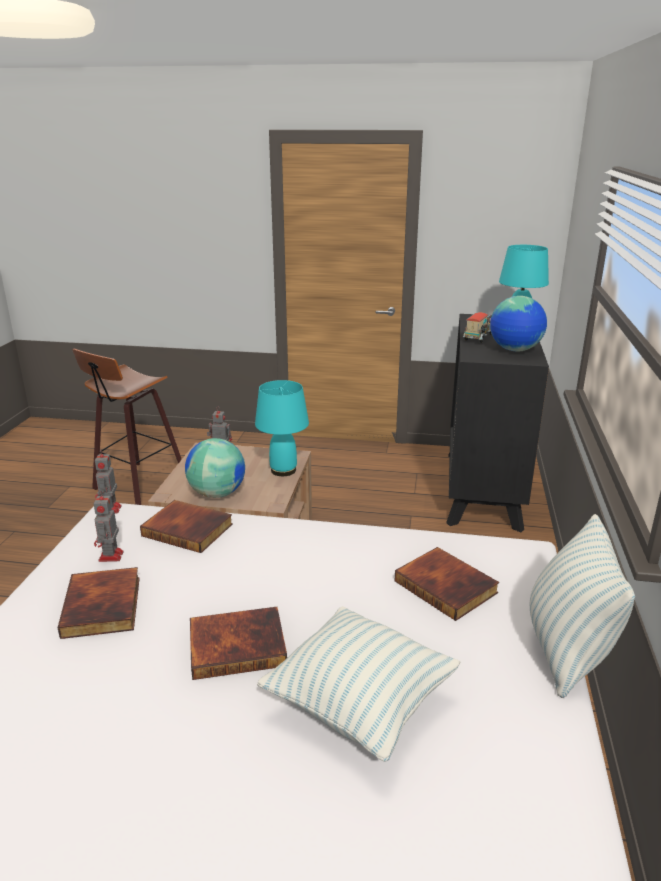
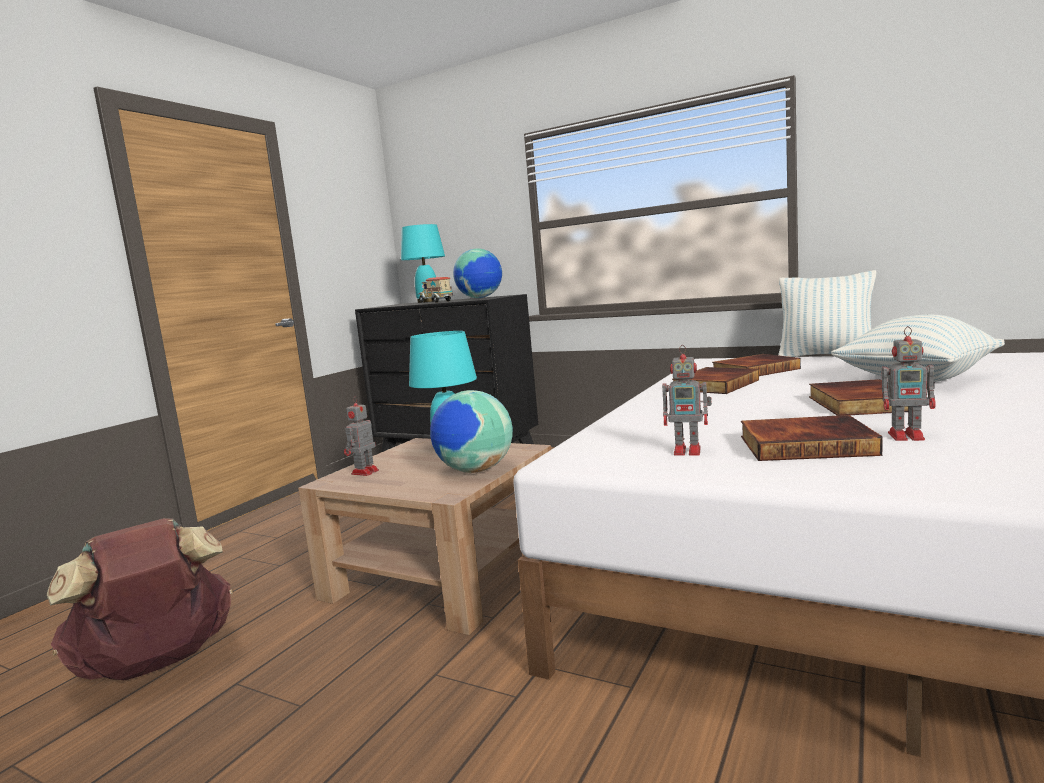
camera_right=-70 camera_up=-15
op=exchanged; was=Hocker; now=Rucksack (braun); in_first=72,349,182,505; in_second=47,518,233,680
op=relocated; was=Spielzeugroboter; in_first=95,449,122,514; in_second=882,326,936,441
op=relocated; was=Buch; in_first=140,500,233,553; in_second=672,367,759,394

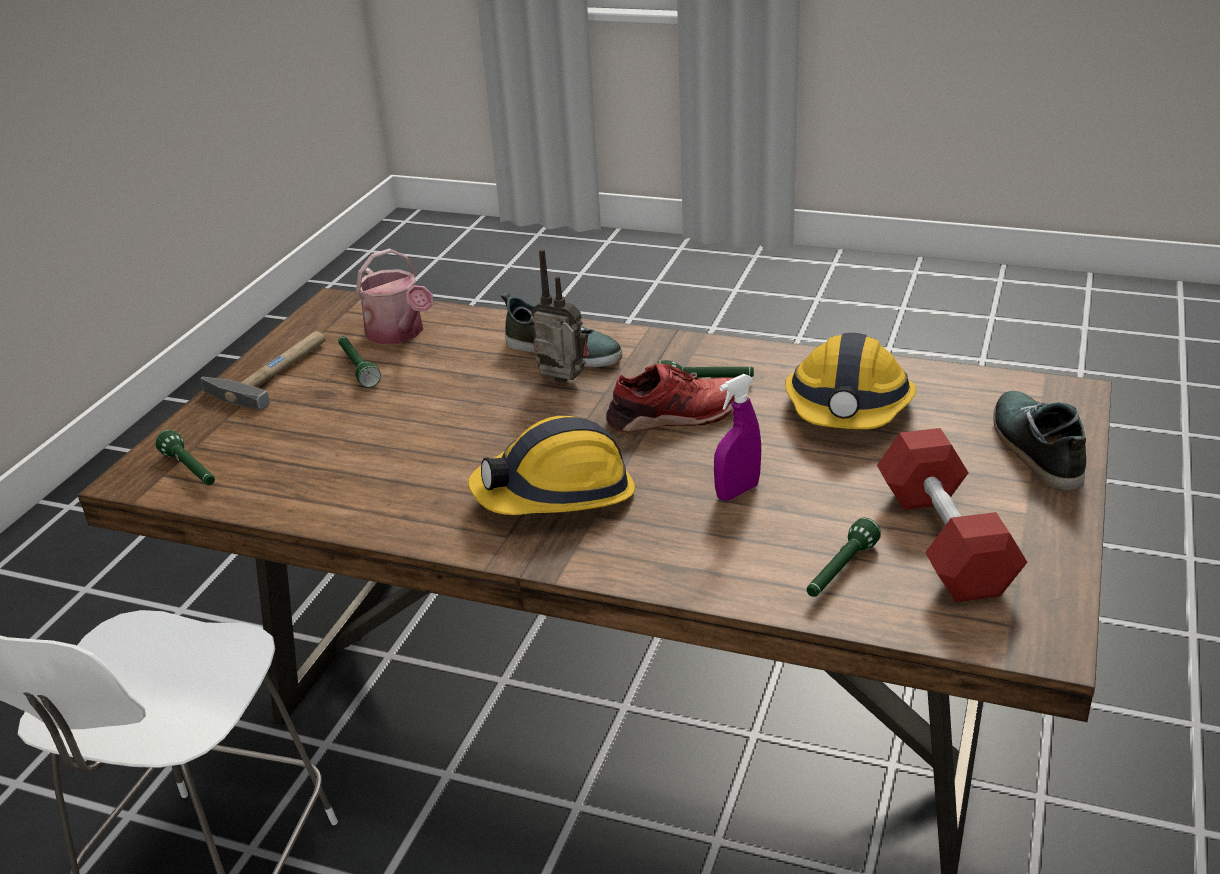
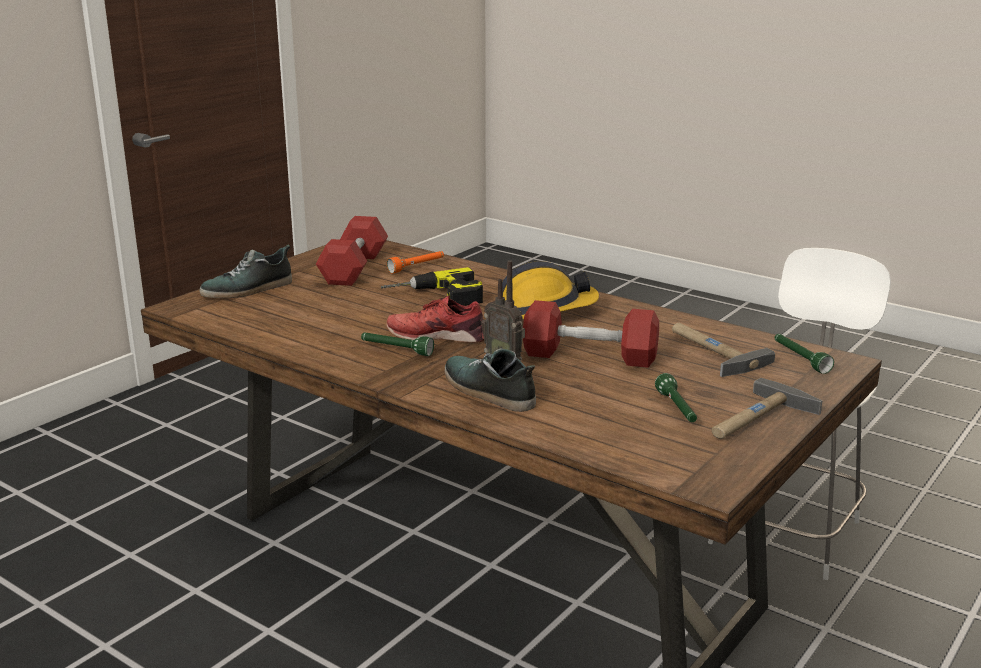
camera_right=-165 camera_up=-10
op=missing; was=Gießkanne; in_first=356,248,433,344
op=missing; was=Schutzhelm; in_first=785,333,916,430
op=exchanged; was=Sprühflasche (lila); now=Bohrmaschine; in_first=714,374,761,501; in_second=381,267,483,306
op=spun; was=Schuh; in_first=993,391,1086,491; in_second=200,245,292,298; clockwise=45
op=colour; was=Taschenlampe (grün); now=Taschenlampe (orange); in_first=807,518,881,597; in_second=387,251,444,273
op=appeared; now=Hantel (rot); in_second=523,300,659,368
op=appeared; now=Hammer; in_second=672,323,775,377

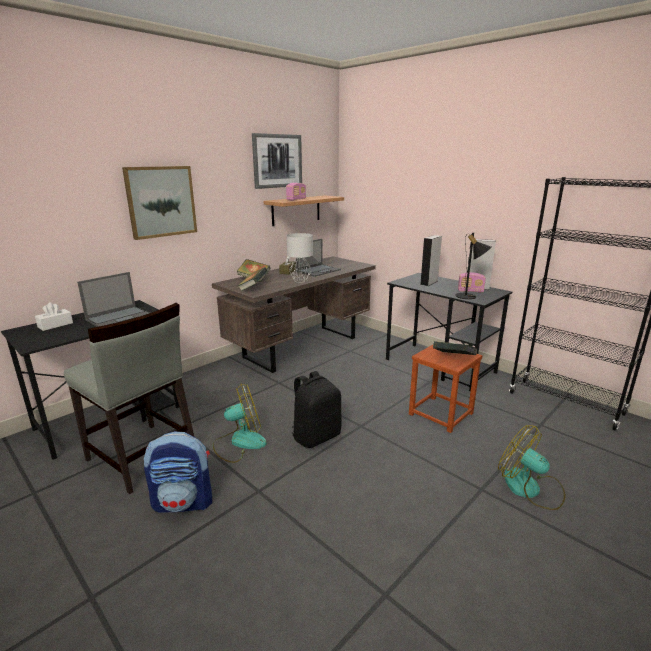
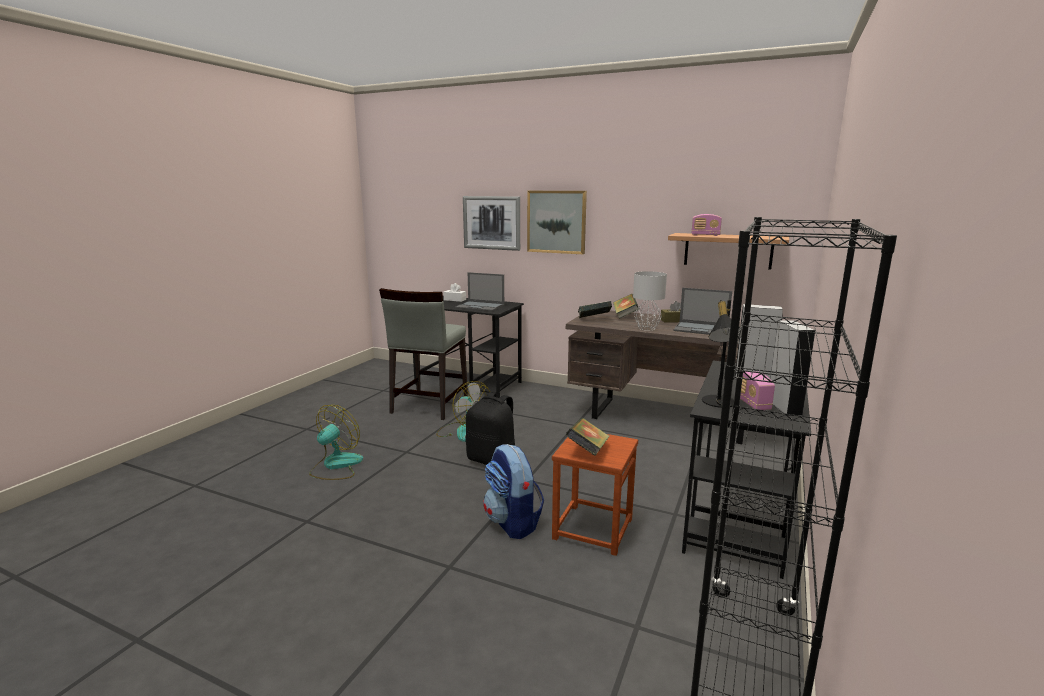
camera_right=70 camera_up=-5
op=relocated; was=Bild; in_first=252,133,302,189; in_second=463,196,520,251
op=relocated; was=Ventilator; in_first=498,425,565,510; in_second=309,405,363,480
op=relocated; was=Rucksack; in_first=144,431,212,512; in_second=484,444,544,539

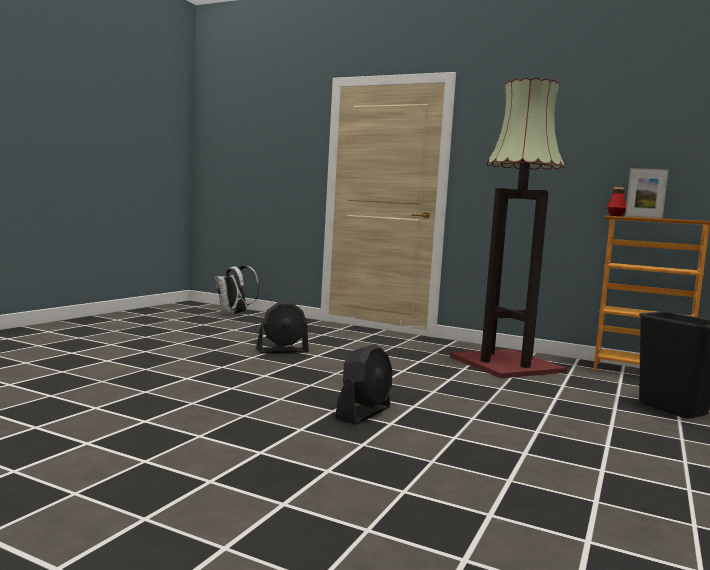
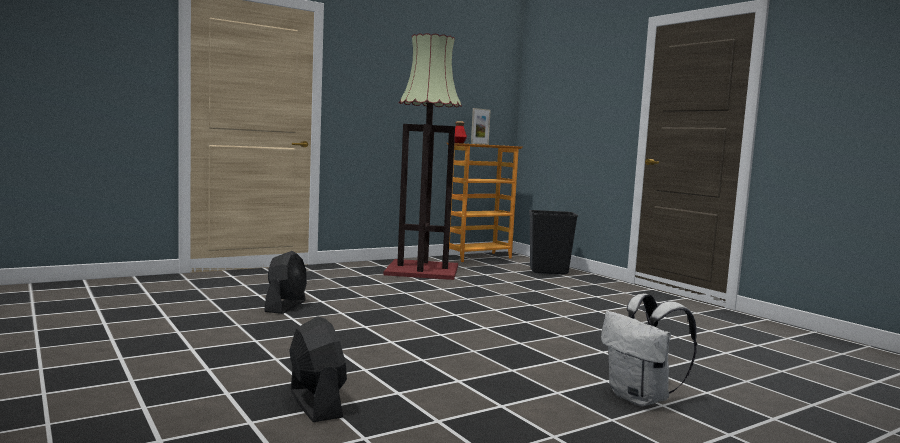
camera_right=-60 camera_up=0
op=relocated; was=Rucksack (weiß); in_first=215,266,259,315; in_second=601,294,697,406
op=relocated; was=Ventilator (schwarz); in_first=335,344,392,425; in_second=289,316,347,422

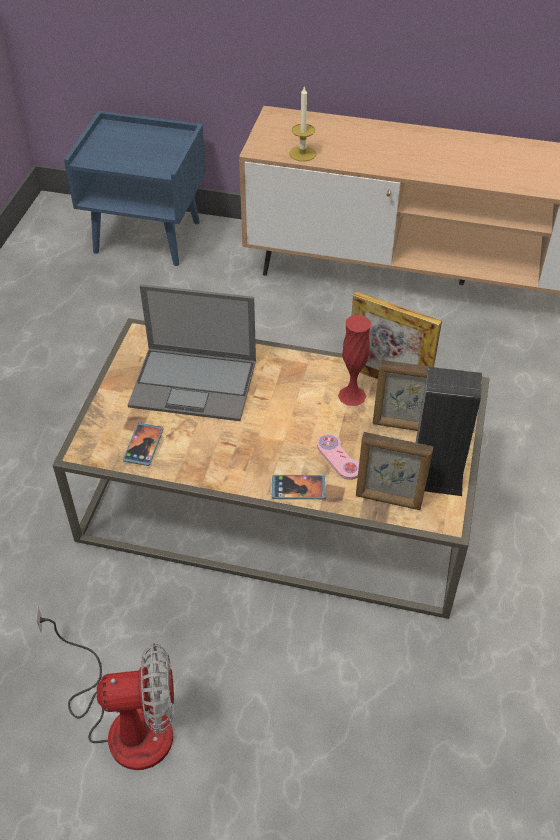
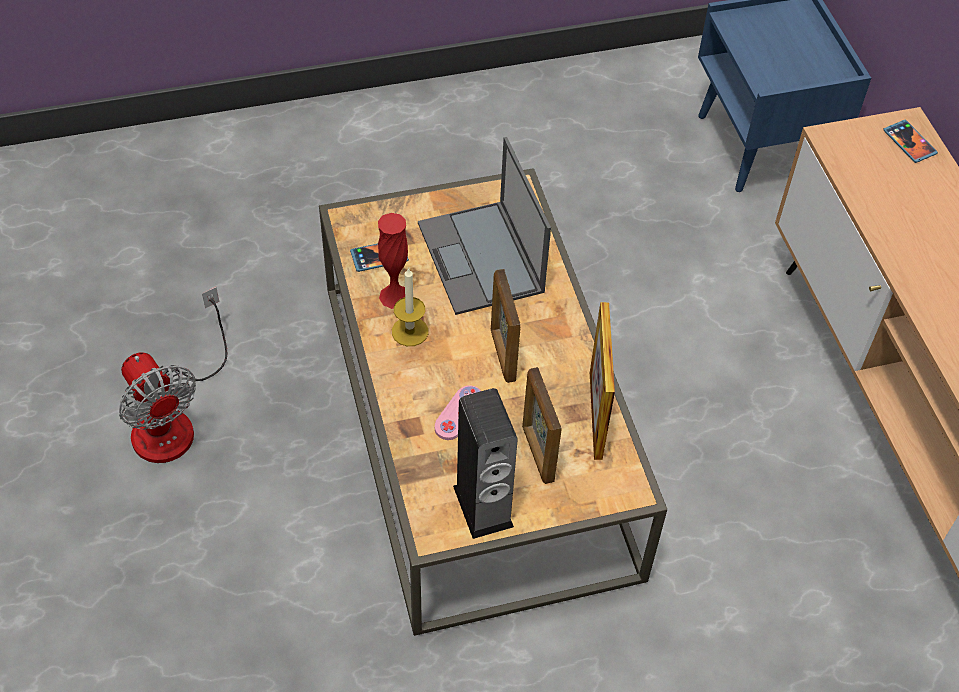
camera_right=60 camera_up=5
op=relocated; was=Kerze; in_first=289,87,316,161; in_second=392,267,428,346
op=relocated; was=Vase (rot); in_first=338,315,371,406; in_second=378,213,408,309
op=relocated; was=Bilderrahmen; in_first=356,432,433,510; in_second=491,269,521,383
op=relocated; was=Handy; in_first=272,475,326,499; in_second=883,120,938,163

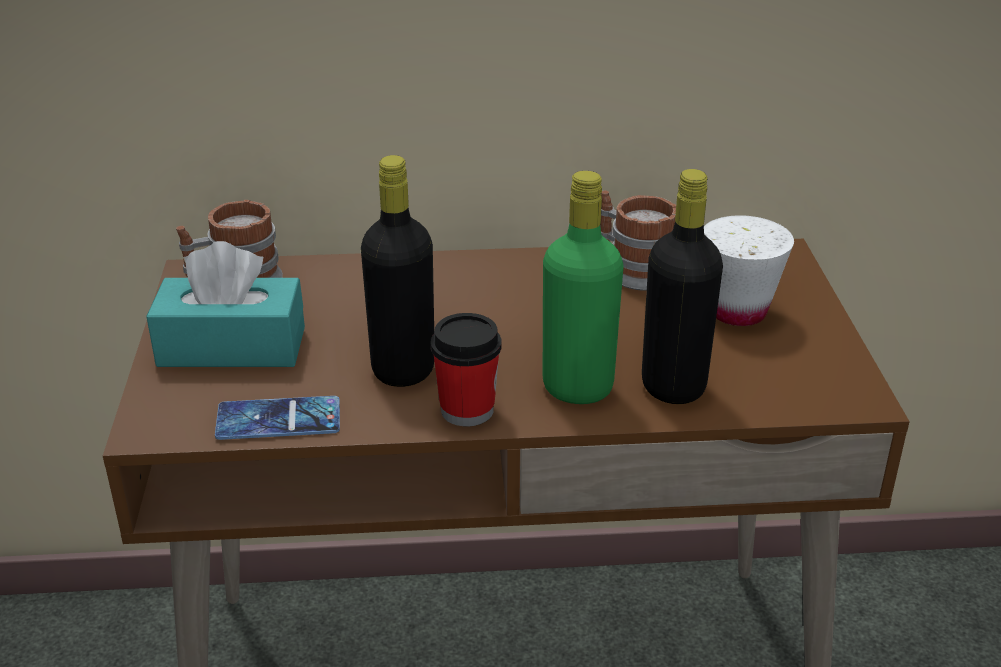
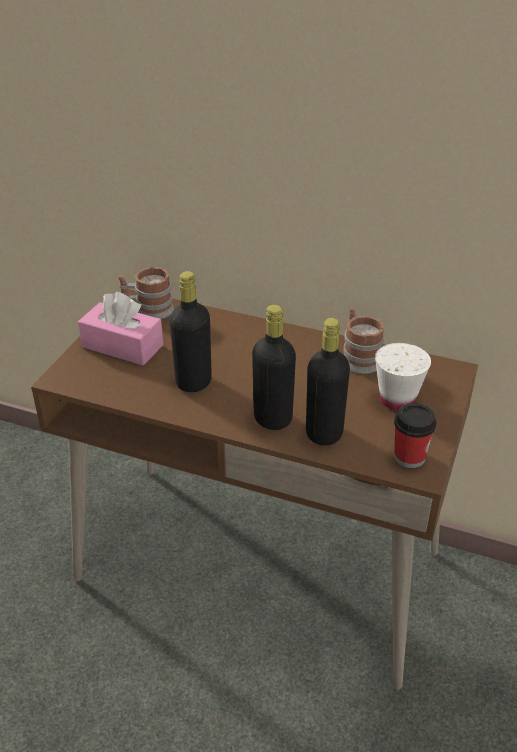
camera_right=25 camera_up=5
op=colour; was=Flasche (grün); now=Flasche (schwarz); in_first=543,171,624,404; in_second=252,305,296,430
op=colour; was=Taschentuchbox (türkis); now=Taschentuchbox (rosa); in_first=146,241,305,367; in_second=78,292,163,366
op=relocated; was=Tasse; in_first=431,313,502,426; in_second=394,403,436,468
op=missing; was=Handy; in_first=215,396,340,440

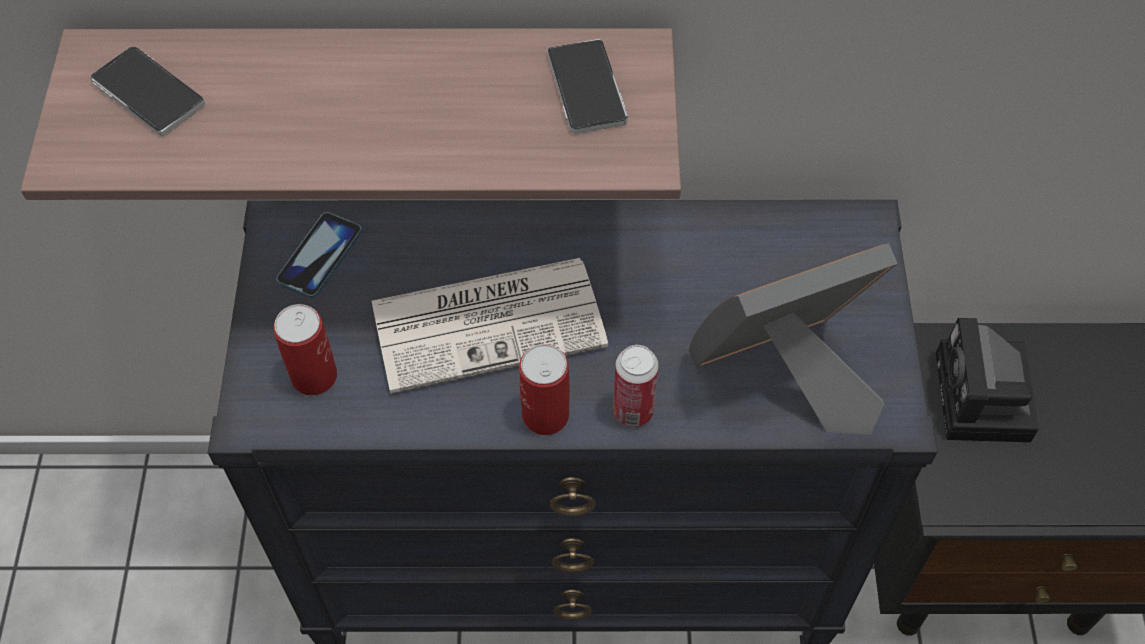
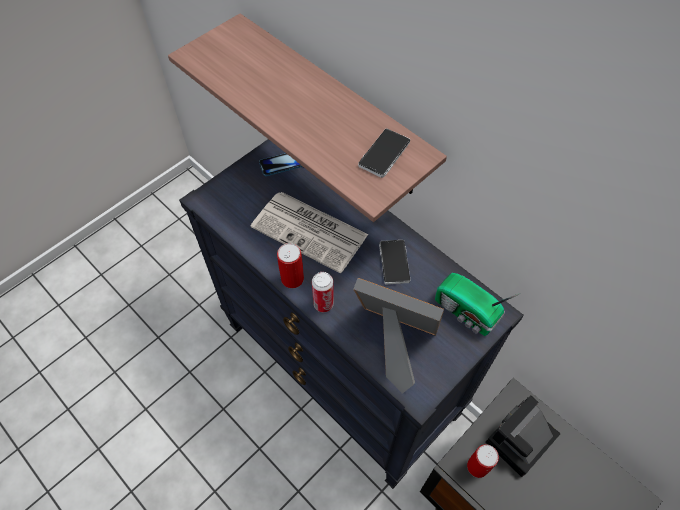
camera_right=45 camera_up=0
op=relocated; was=Handy; in_first=90,46,205,136; in_second=379,240,410,285
op=relocated; was=Dose; in_first=273,304,337,396; in_second=467,444,499,478
op=appeared; now=Radio; in_second=435,273,521,336

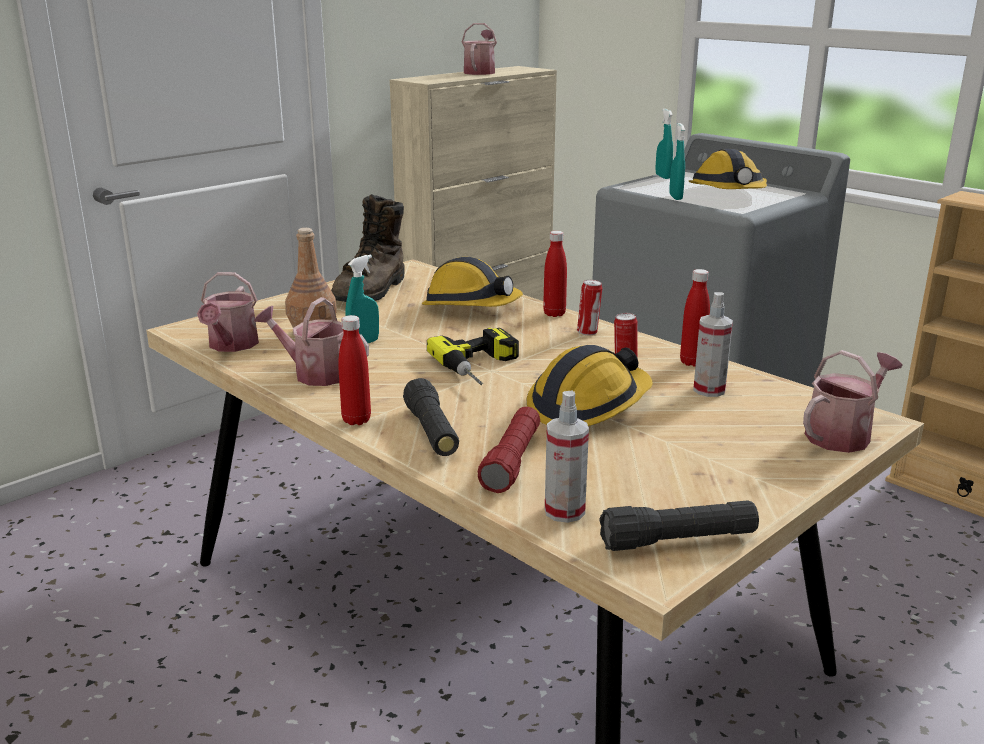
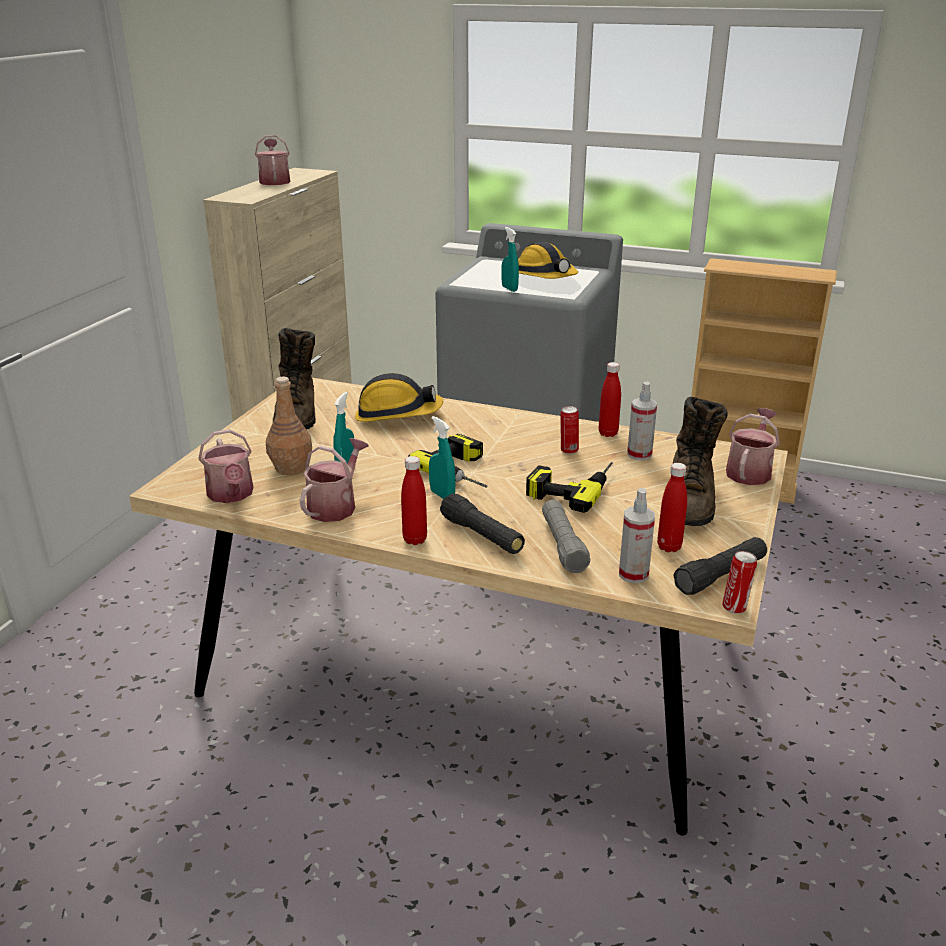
camera_right=-25 camera_up=5
op=relocated; was=Sprühflasche (türkis); in_first=656,109,673,179; in_second=429,416,456,499
op=relocated; was=Flasche (rot); in_first=543,231,567,317; in_second=657,463,687,552
op=relocated; was=Dose; in_first=577,280,602,335; in_second=722,551,757,614
op=spun; was=Gießkanne; in_first=254,297,369,386; in_second=300,438,369,522; clockwise=120
op=exchanged; was=Schutzhelm; now=Bohrmaschine; in_first=526,345,653,426; in_second=526,462,613,513
op=colour; was=Taschenlampe (rot); now=Taschenlampe (grau); in_first=478,407,540,493; in_second=542,500,590,573
op=appeared; now=Stiefel (braun); in_second=673,397,727,526

